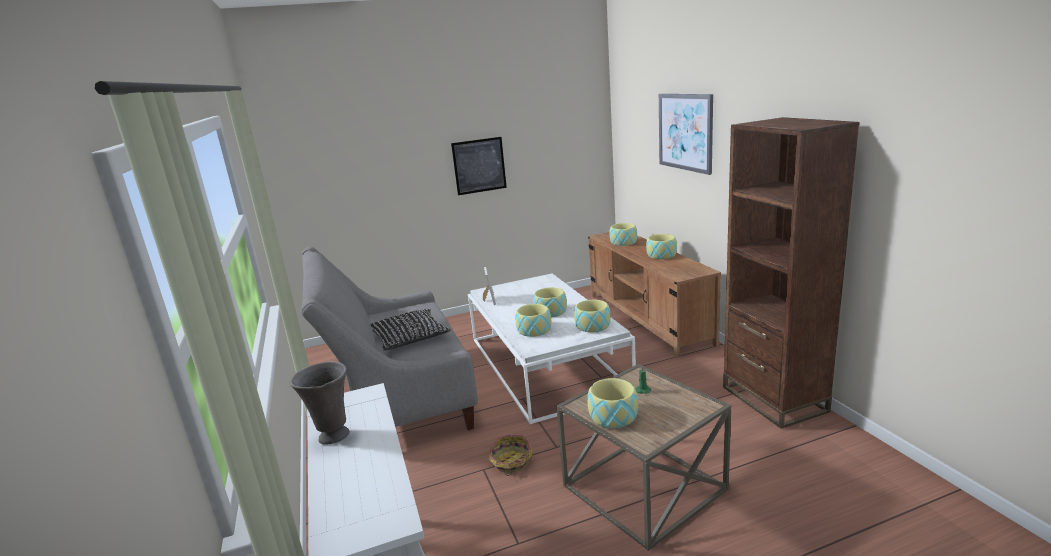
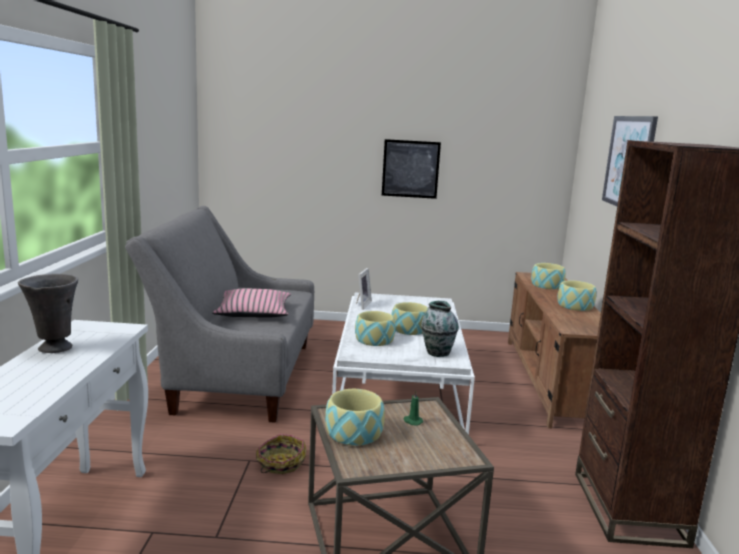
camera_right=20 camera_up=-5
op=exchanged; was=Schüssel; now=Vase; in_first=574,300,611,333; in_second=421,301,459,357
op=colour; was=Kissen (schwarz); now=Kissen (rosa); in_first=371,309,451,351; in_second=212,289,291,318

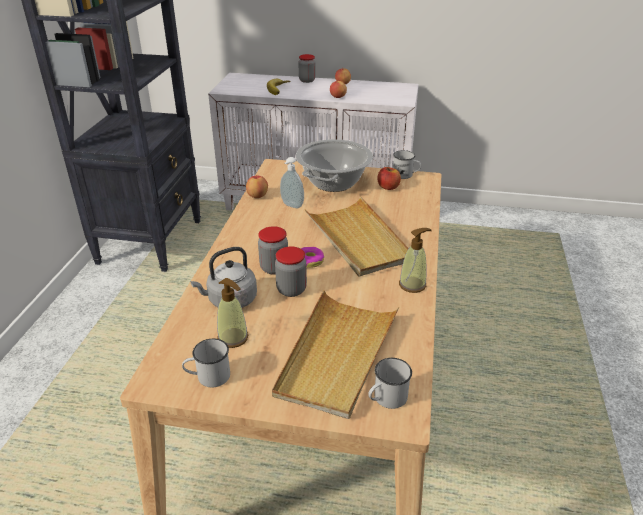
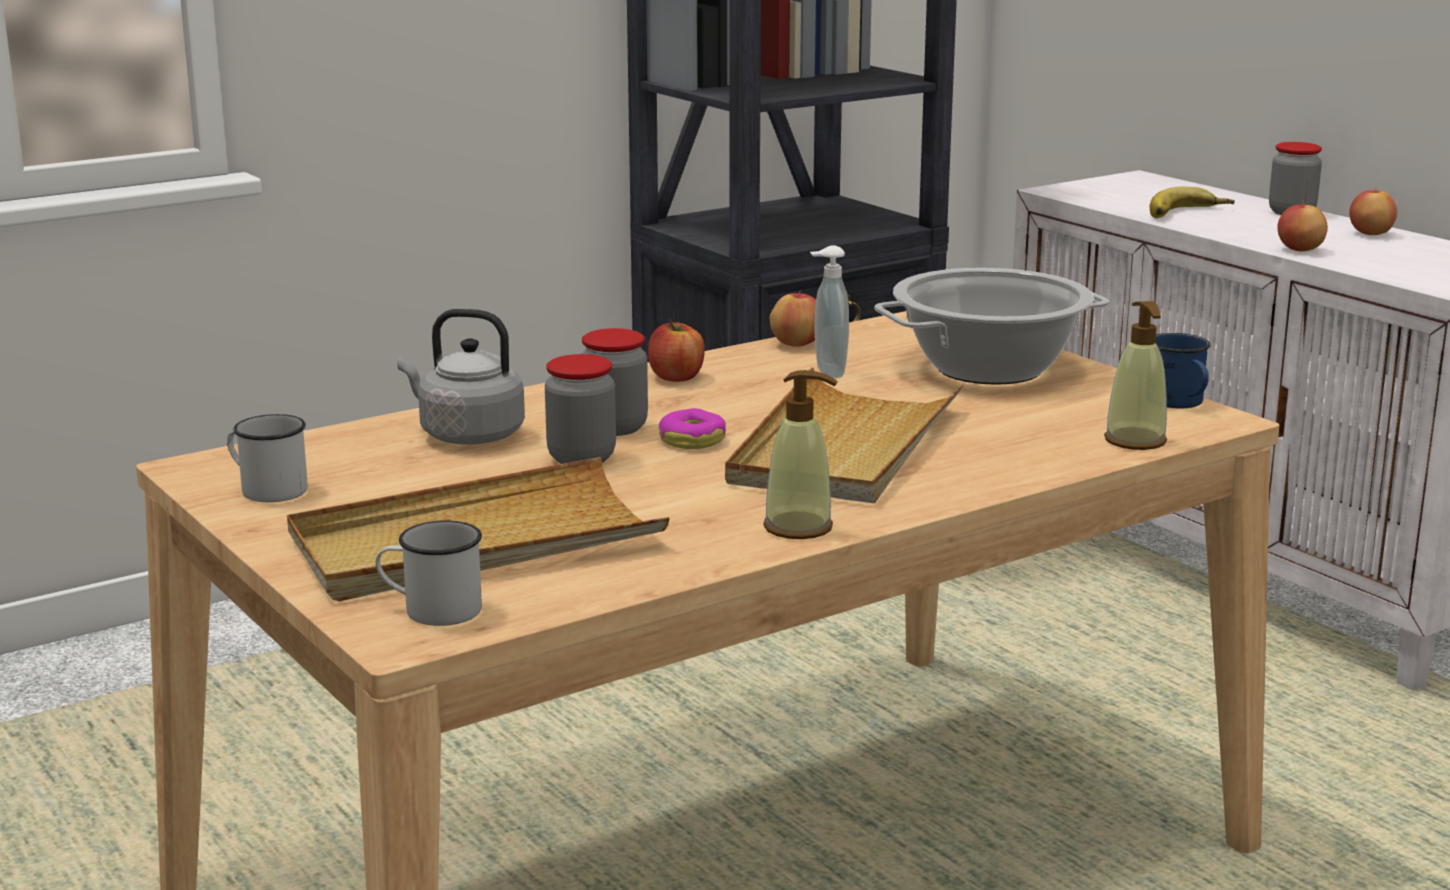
camera_right=45 camera_up=-15
op=colour; was=Henkelbecher (weiß); now=Henkelbecher (blau); in_first=393,150,421,179; in_second=1155,333,1211,408
op=relocated; was=Apfel; in_first=377,167,401,190; in_second=648,319,705,382
op=relocated; was=Seifenspender; in_first=217,278,248,348; in_second=1104,301,1167,450

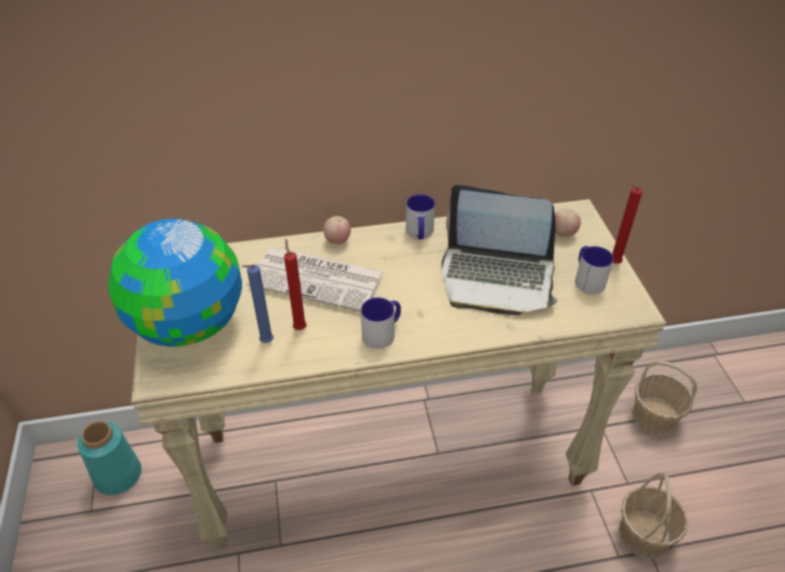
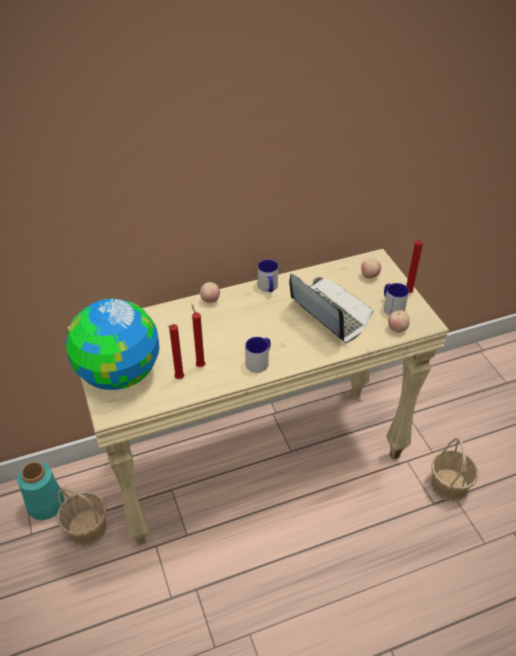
camera_right=-10 camera_up=0
op=spun; was=Laptop; in_first=441,185,557,315; in_second=289,274,373,343; clockwise=-135
op=missing; was=Zeitung; in_first=247,247,385,312
op=colour; was=Kerze (blau); now=Kerze (rot); in_first=242,265,273,343; in_second=168,324,184,379
op=relocated; was=Korb; in_first=632,361,697,435; in_second=57,487,107,547
op=appeared; now=Apfel; in_second=388,310,410,333

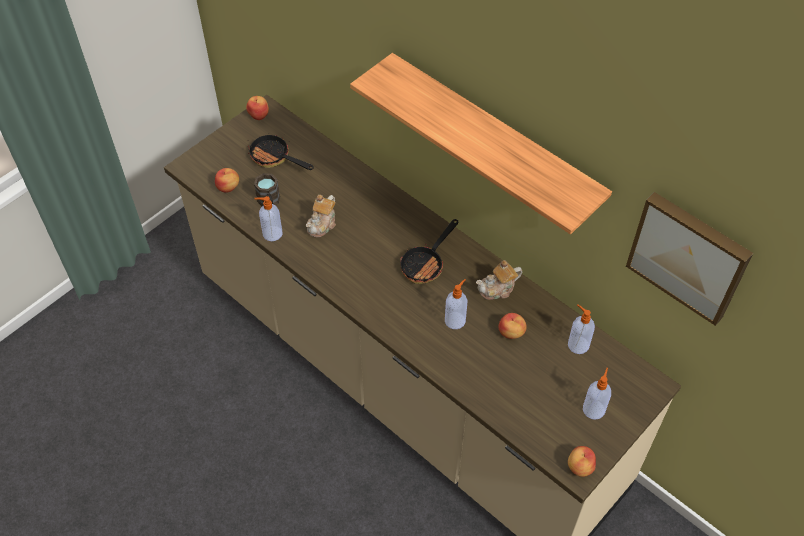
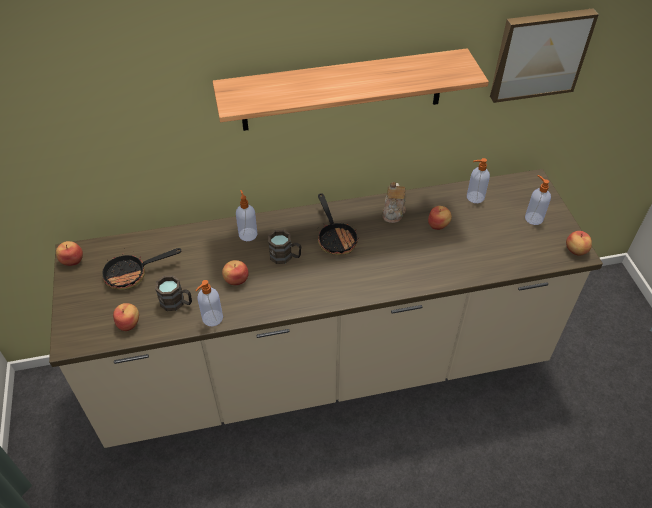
camera_right=-55 camera_up=-5
op=exchanged; was=Teekanne; now=Apfel; in_first=306,195,336,237; in_second=222,260,249,285
op=relocated; was=Seifenspender; in_first=445,279,467,329; in_second=236,190,257,241
op=appeared; now=Henkelbecher (braun); in_second=268,230,301,264

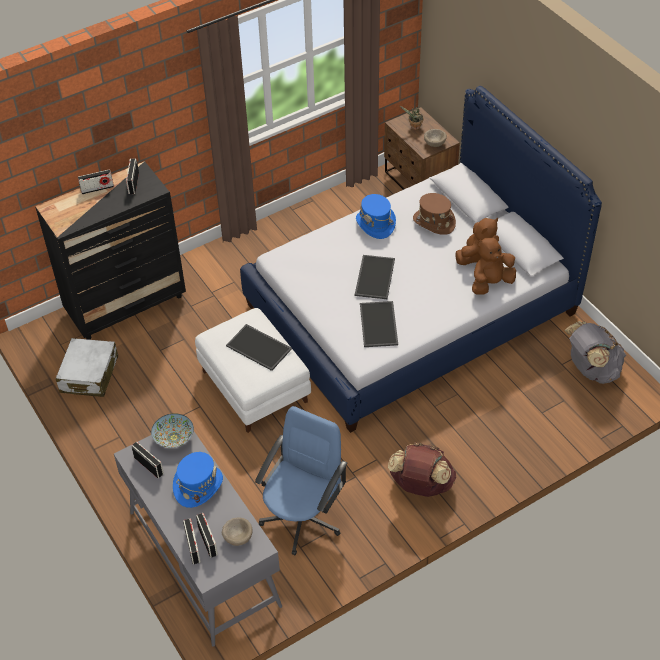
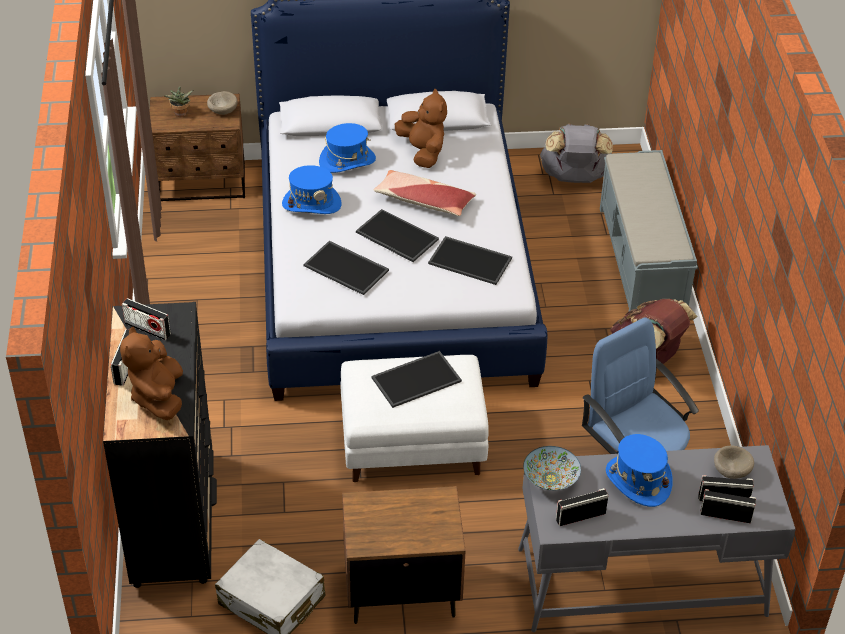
camera_right=-65 camera_up=-5
op=colour; was=Hut (braun); now=Hut (blau); in_first=413,193,456,235; in_second=319,123,376,173
op=relocated; was=Plüschtier (braun); in_first=472,235,516,295; in_second=120,326,183,420
op=appeared; now=Bank (grau); in_second=600,150,698,312
op=appeared; now=Kissen; in_second=374,170,476,216
op=appeared; now=Tablett; in_second=304,241,389,295
op=appeared; now=Nachttisch (braun); in_second=342,486,466,624

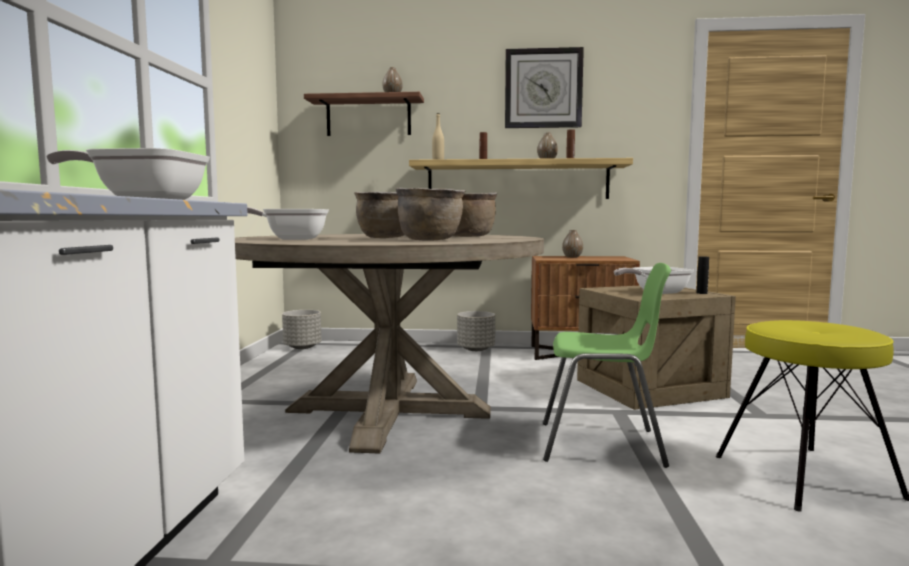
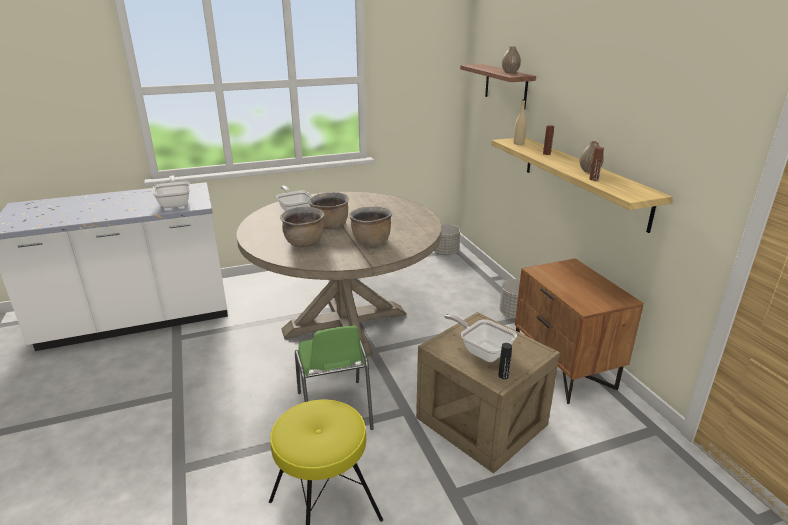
camera_right=65 camera_up=20
op=missing; was=Wanduhr; in_first=505,47,584,128
op=missing; was=Vase; in_first=562,230,583,258

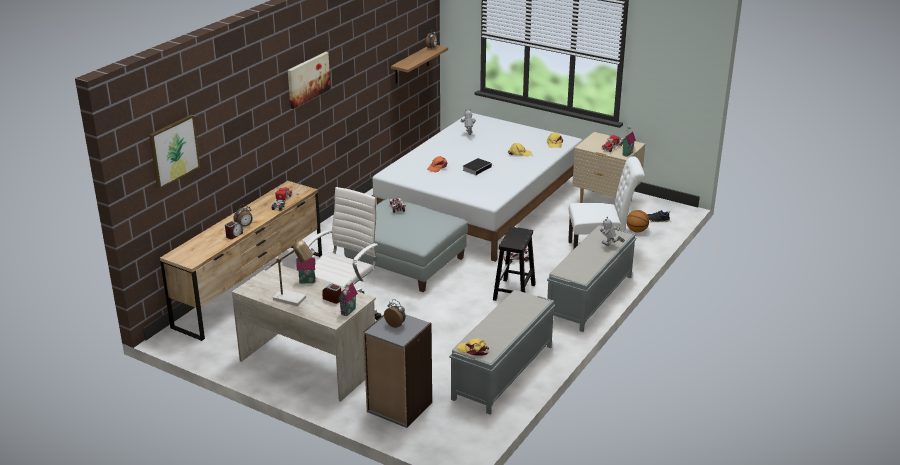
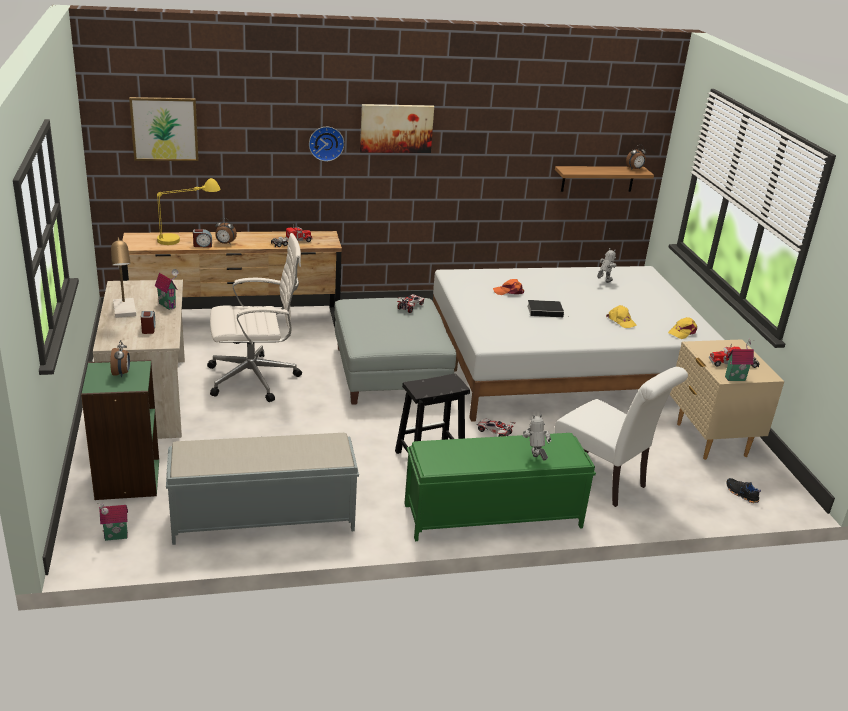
camera_right=45 camera_up=0
op=missing; was=Basketball; in_first=627,210,649,232
op=colour; was=Bank (grau); now=Bank (grün); in_first=547,225,636,332; in_second=404,433,596,541
op=relocated; was=Spielzeughaus; in_first=338,283,358,316; in_second=97,503,128,541
op=colour; was=Bücherregal (grau); now=Bücherregal (grün); in_first=363,314,432,428; in_second=81,360,159,500
op=missing; was=Kappe (gelb); in_first=457,338,489,356
op=appeared; now=Wanduhr; in_second=309,127,344,161
op=appeared; now=Tischlampe (gelb); in_second=157,178,221,245

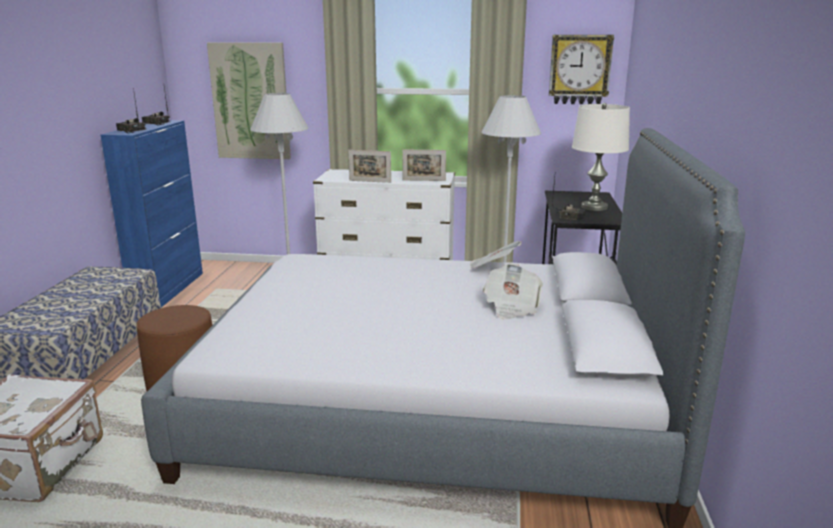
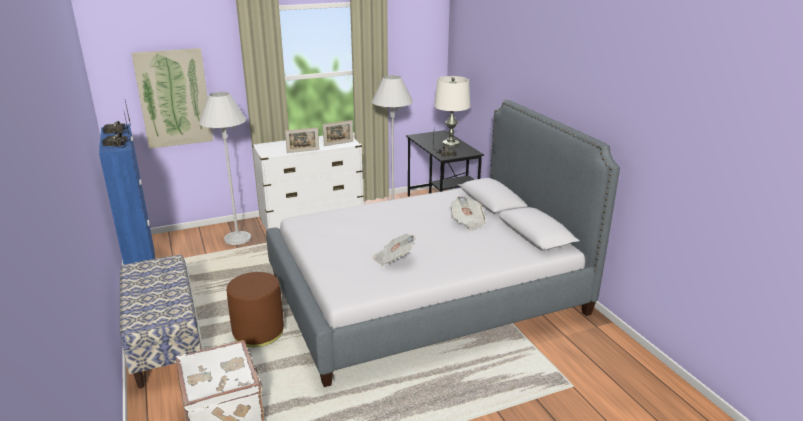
camera_right=-30 camera_up=5
op=missing; was=Wanduhr; in_first=549,35,614,104
op=relocated; was=Zeitung; in_first=470,241,522,269; in_second=372,234,416,266

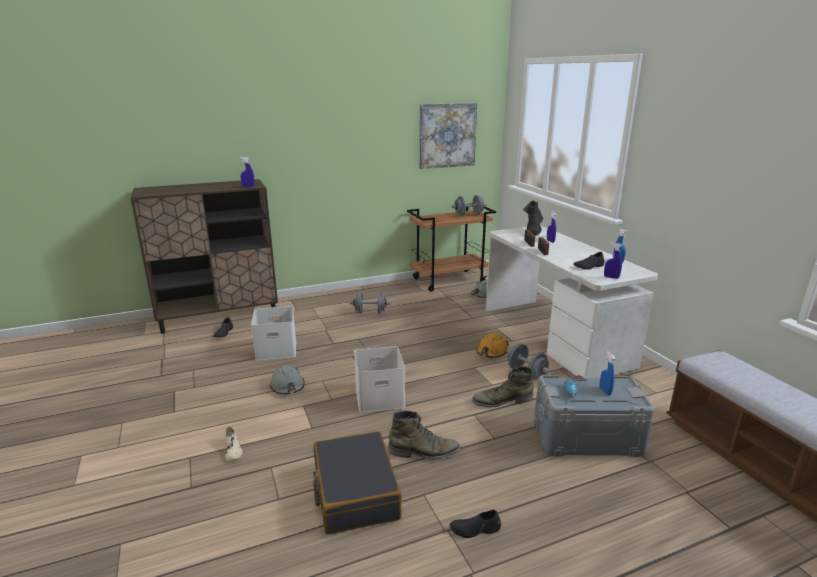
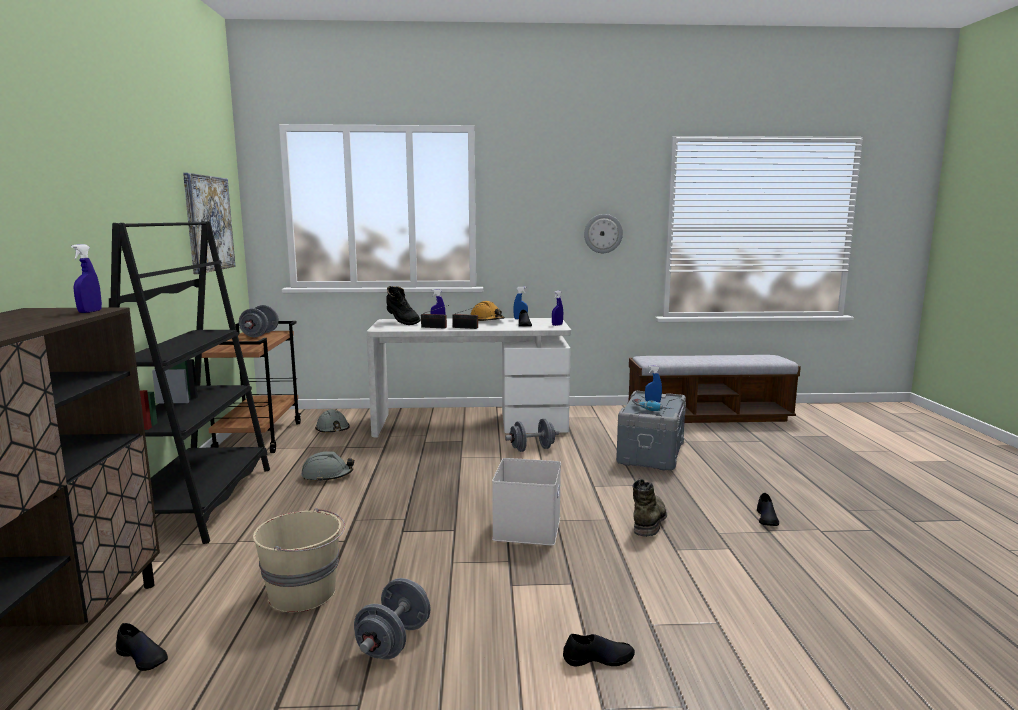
camera_right=-70 camera_up=-10
op=relocated; was=Hantel (grau); in_first=350,292,390,314; in_second=354,578,431,660
op=exchanged; was=Aufbewahrungsbox (weiß); now=Eimer (beige); in_first=251,306,296,361; in_second=253,508,345,613
op=relocated; was=Schutzhelm (orange); in_first=476,333,509,358; in_second=470,301,505,321
op=relocated; was=Schutzhelm (grau); in_first=270,365,305,394; in_second=301,451,354,482
op=missing; was=Stiefel (grün); in_first=472,366,534,407
op=colour; was=Schuh (beige); now=Schuh (schwarz); in_first=224,426,243,461; in_second=563,634,635,666
op=missing; was=Koffer (schwarz); in_first=313,431,402,535
op=appeared; now=Wanduhr; in_second=584,214,623,253
op=appeared; now=Bücherregal (schwarz); in_second=109,221,270,544

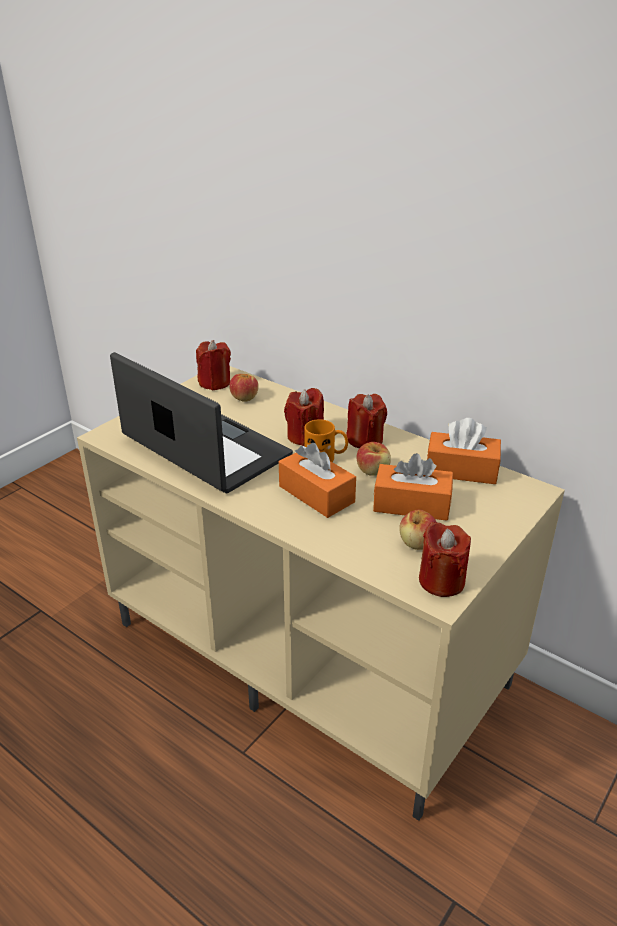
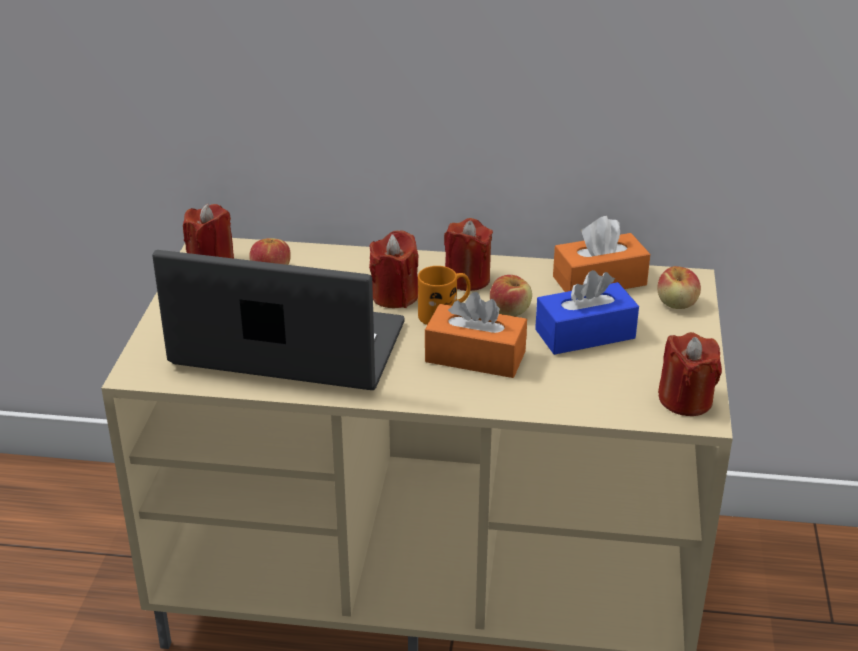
camera_right=-30 camera_up=0
op=colour; was=Taschentuchbox (orange); now=Taschentuchbox (blau); in_first=373,453,453,521; in_second=535,270,639,355
op=relocated; was=Apfel; in_first=399,510,436,550; in_second=657,266,701,309

